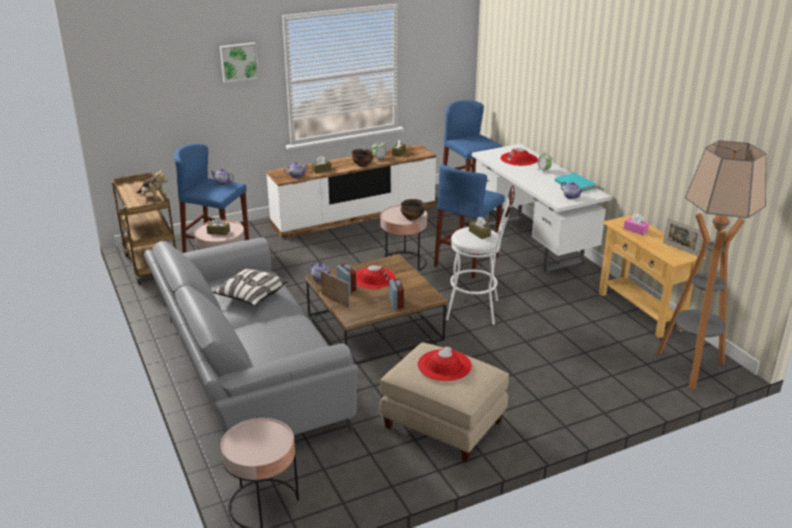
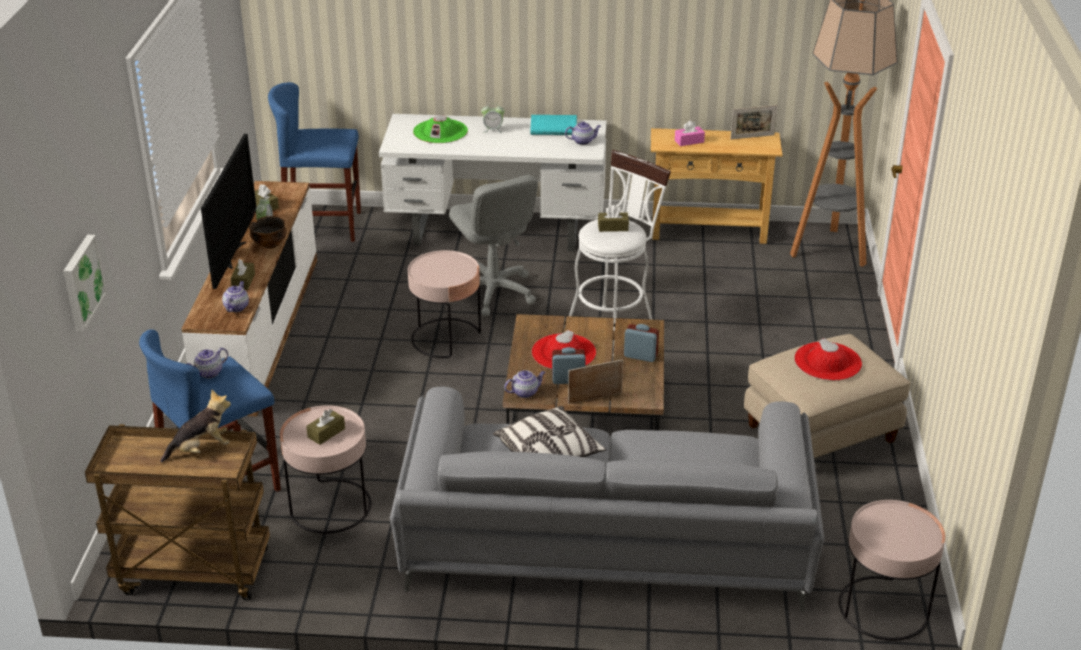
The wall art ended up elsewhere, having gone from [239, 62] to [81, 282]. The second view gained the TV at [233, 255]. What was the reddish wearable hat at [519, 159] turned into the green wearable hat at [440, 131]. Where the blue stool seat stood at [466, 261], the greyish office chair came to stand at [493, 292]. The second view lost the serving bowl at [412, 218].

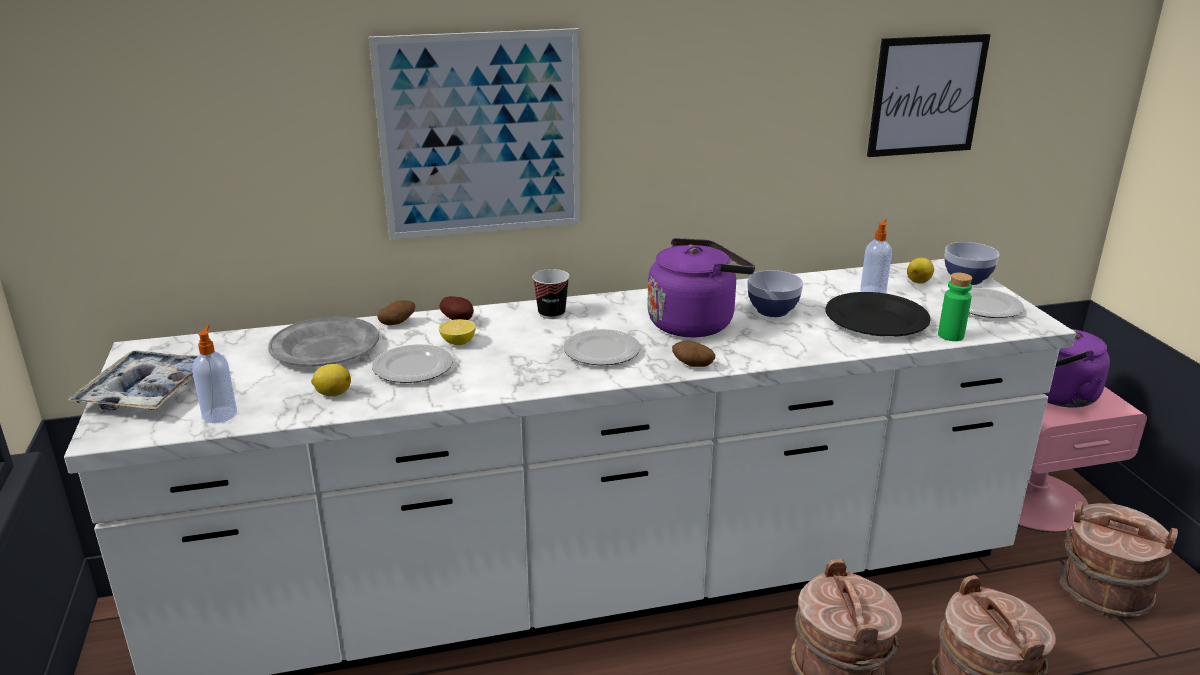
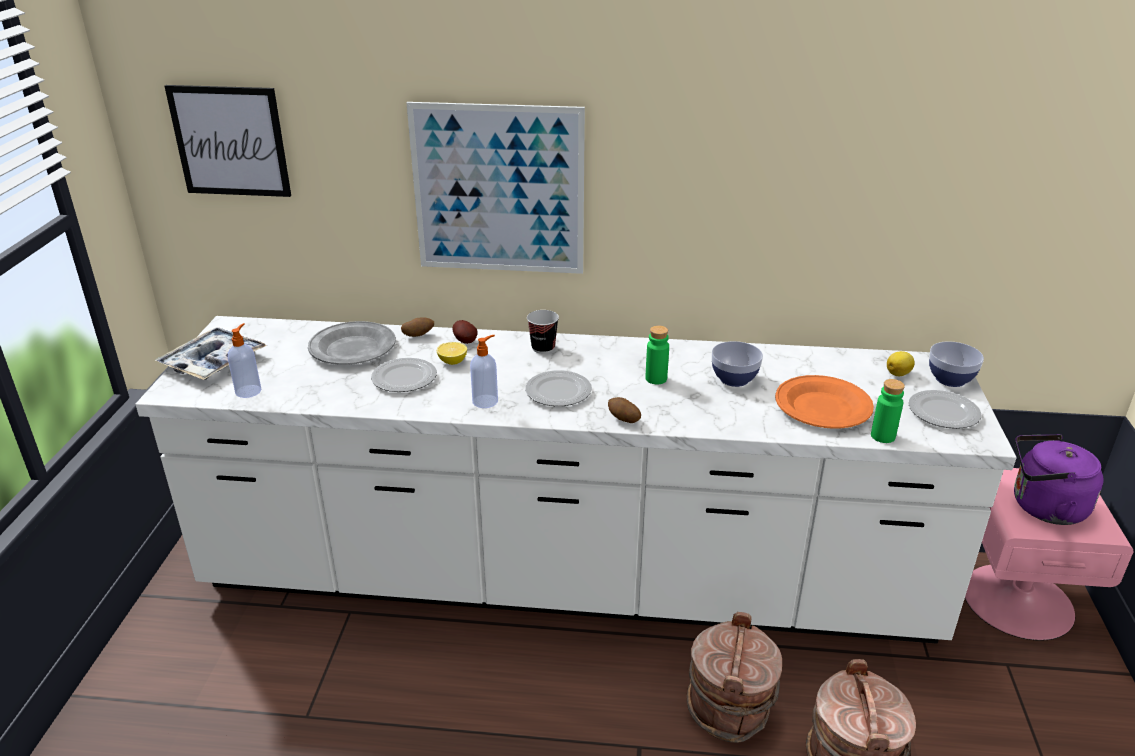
The wall art ended up elsewhere, having gone from [926, 95] to [230, 141]. The soap bottle ended up elsewhere, having gone from [873, 291] to [486, 401]. Where the purplish kettle stood at [694, 322], the green bottle came to stand at [656, 379]. What was the black plate at [876, 321] turned into the orangey plate at [823, 407]. The second view lost the whole lemon at [332, 394]. The second view lost the brown-coloured pail at [1104, 594].

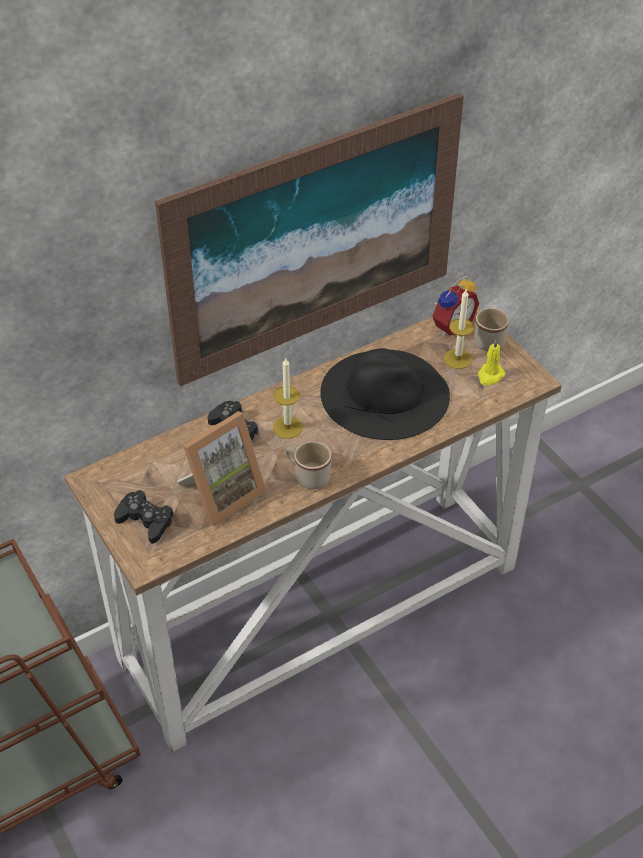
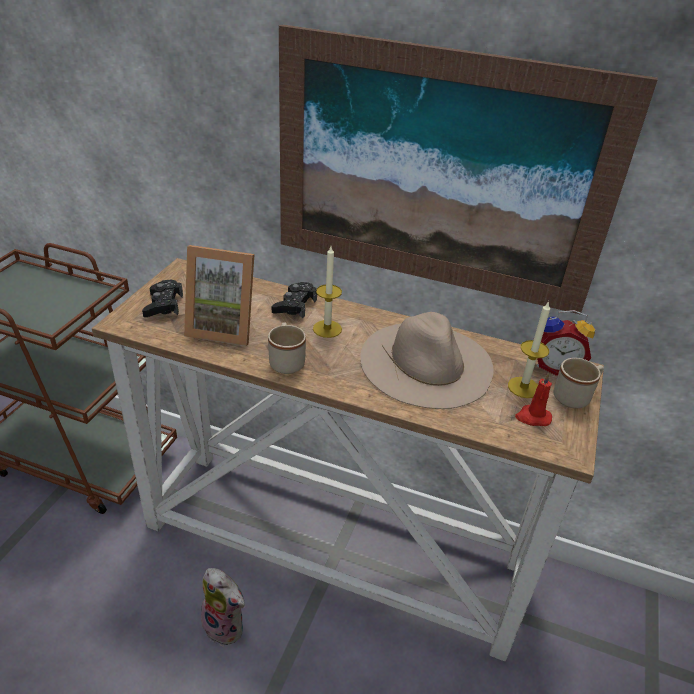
The second view gained the plush toy at [226, 625]. What was the black wearable hat at [385, 393] turned into the sand-coloured wearable hat at [426, 363]. What was the yellow candle at [490, 376] turned into the reddish candle at [532, 417].

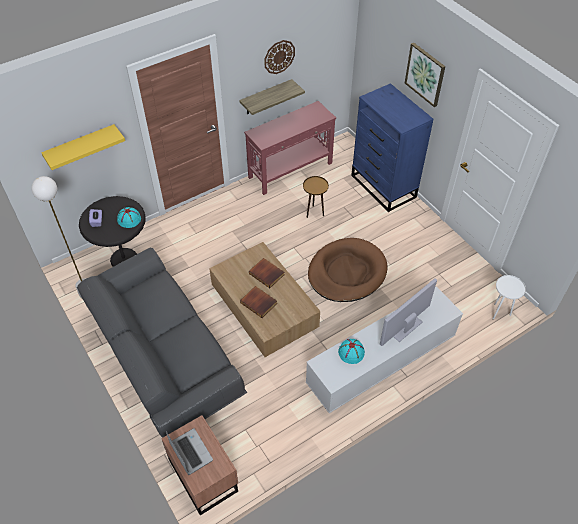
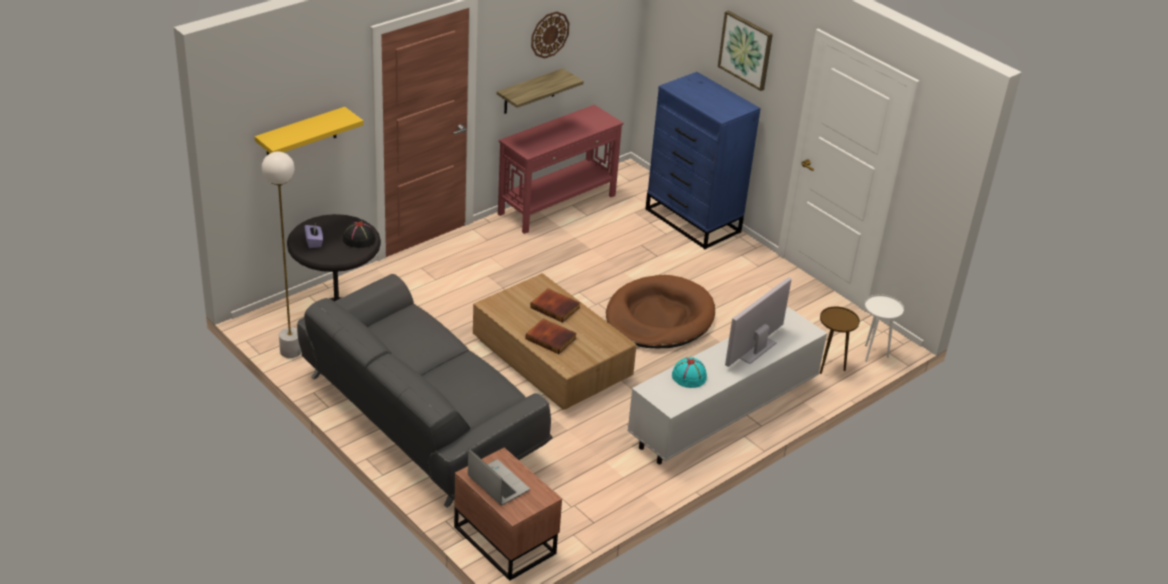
What was the turquoise-coloured wearable hat at [129, 219] turned into the black wearable hat at [359, 239]. The brown-coloured end table ended up elsewhere, having gone from [314, 213] to [829, 367].

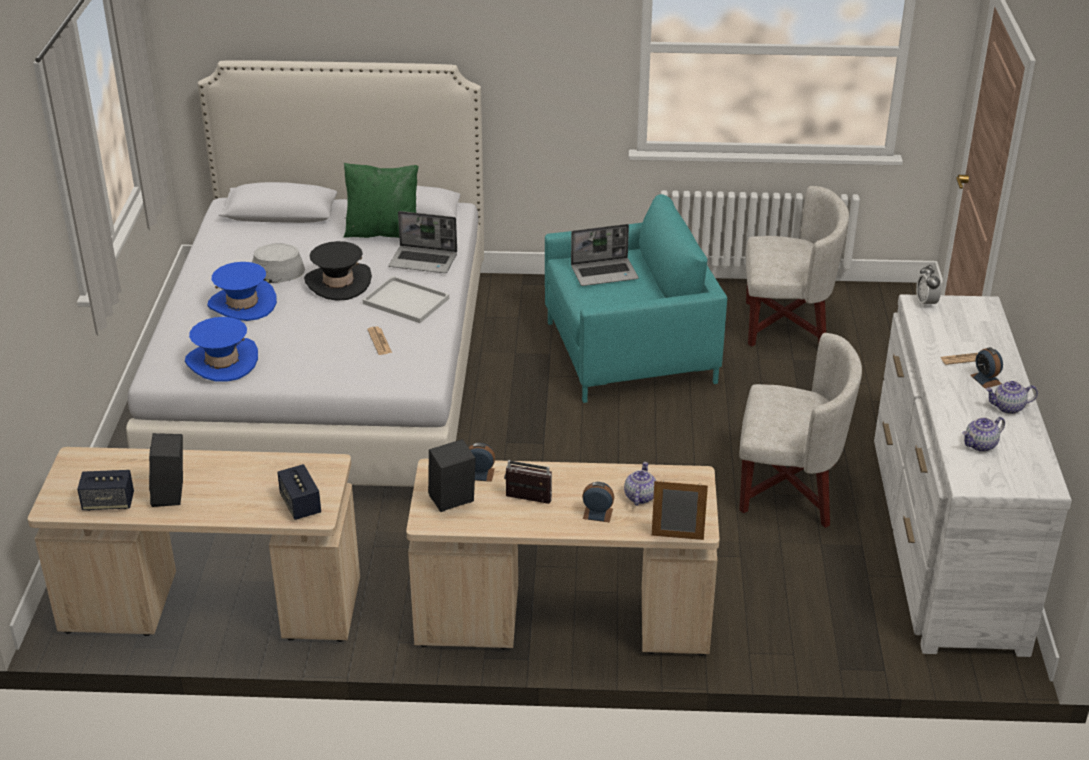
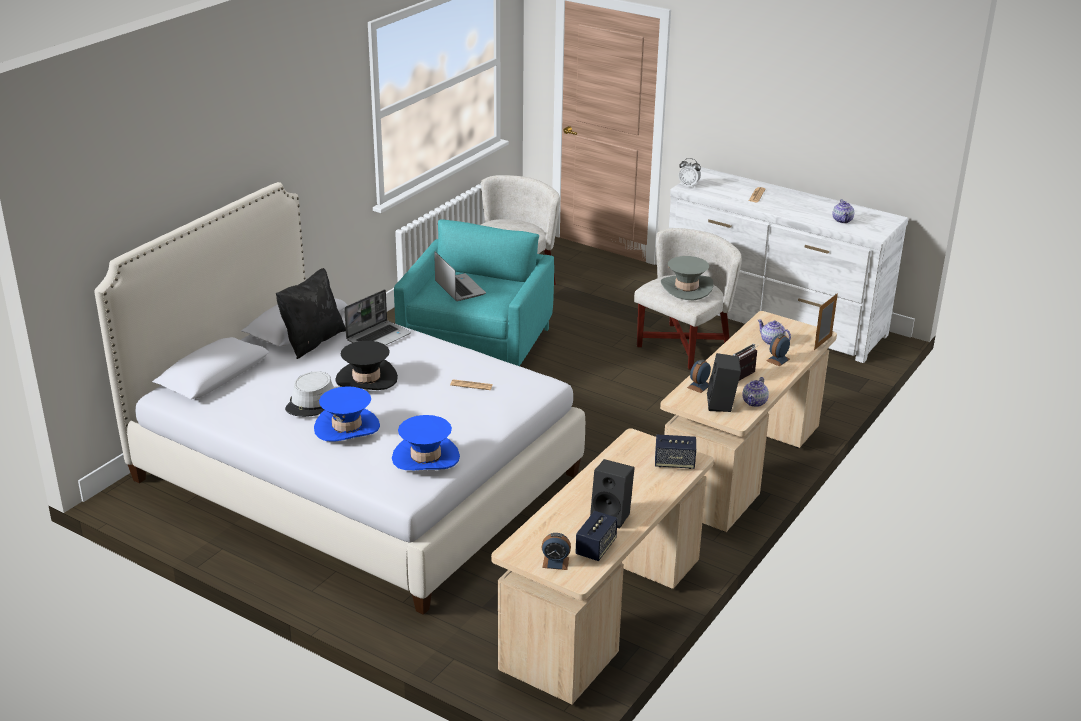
What was the green cushion at [383, 232] turned into the black cushion at [312, 341]. The portable computer at [605, 273] ended up facing another way, 45 degrees counterclockwise from before. The alarm clock ended up elsewhere, having gone from [985, 379] to [555, 562]. The second view gained the greyish wearable hat at [686, 288]. The pot for tea ended up elsewhere, having gone from [1008, 407] to [754, 402]. The second view lost the white tray at [407, 301].

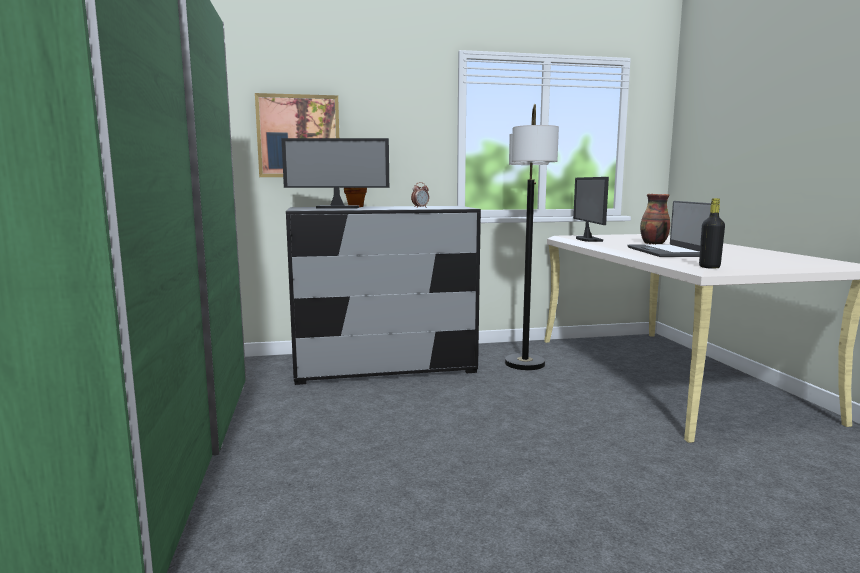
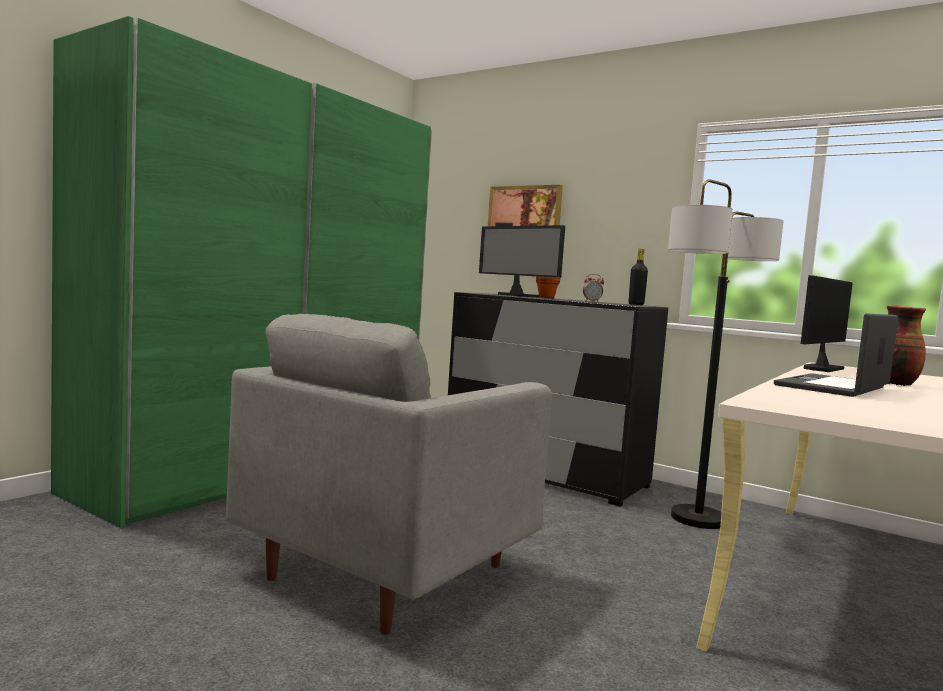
The second view gained the greyish easy chair at [385, 572]. The black bottle ended up elsewhere, having gone from [709, 267] to [636, 304].

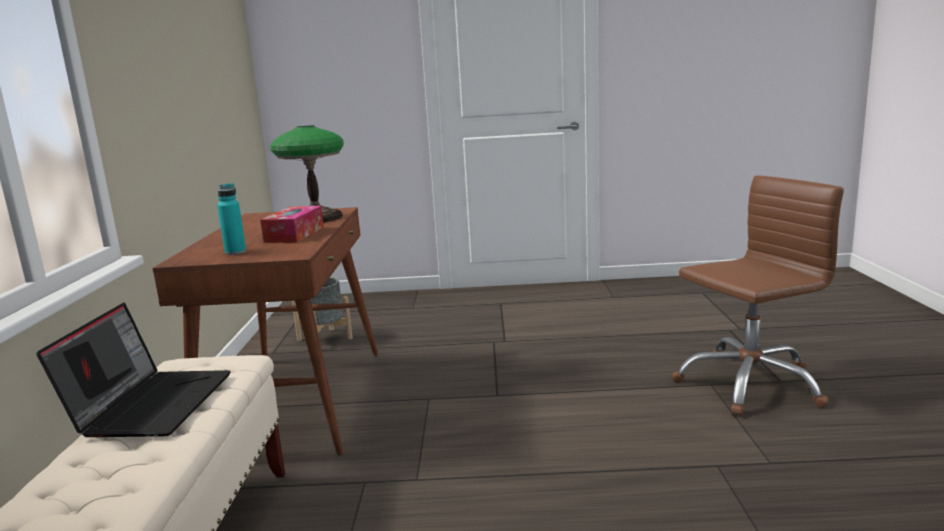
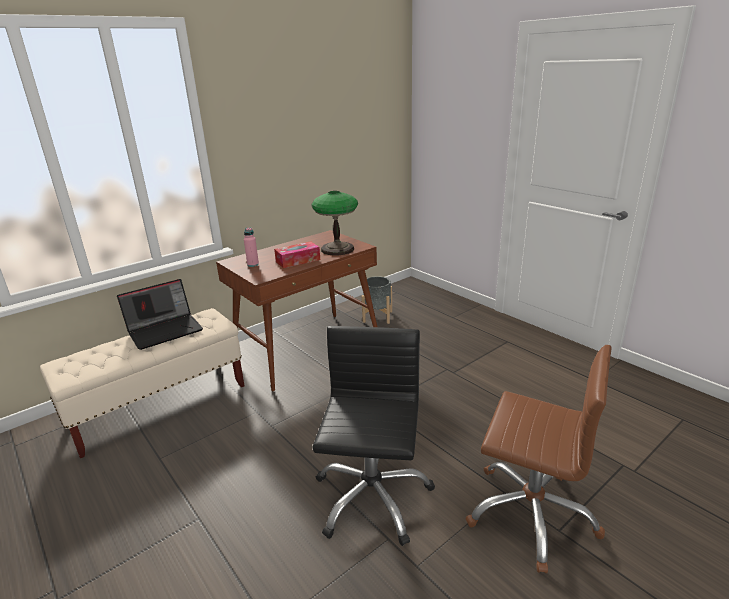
What was the turquoise-coloured bottle at [235, 252] turned into the pink-coloured bottle at [253, 264]. The second view gained the black office chair at [371, 497].

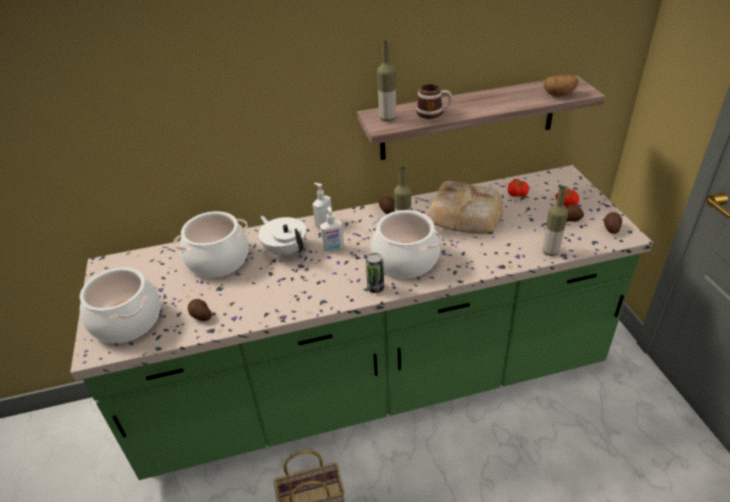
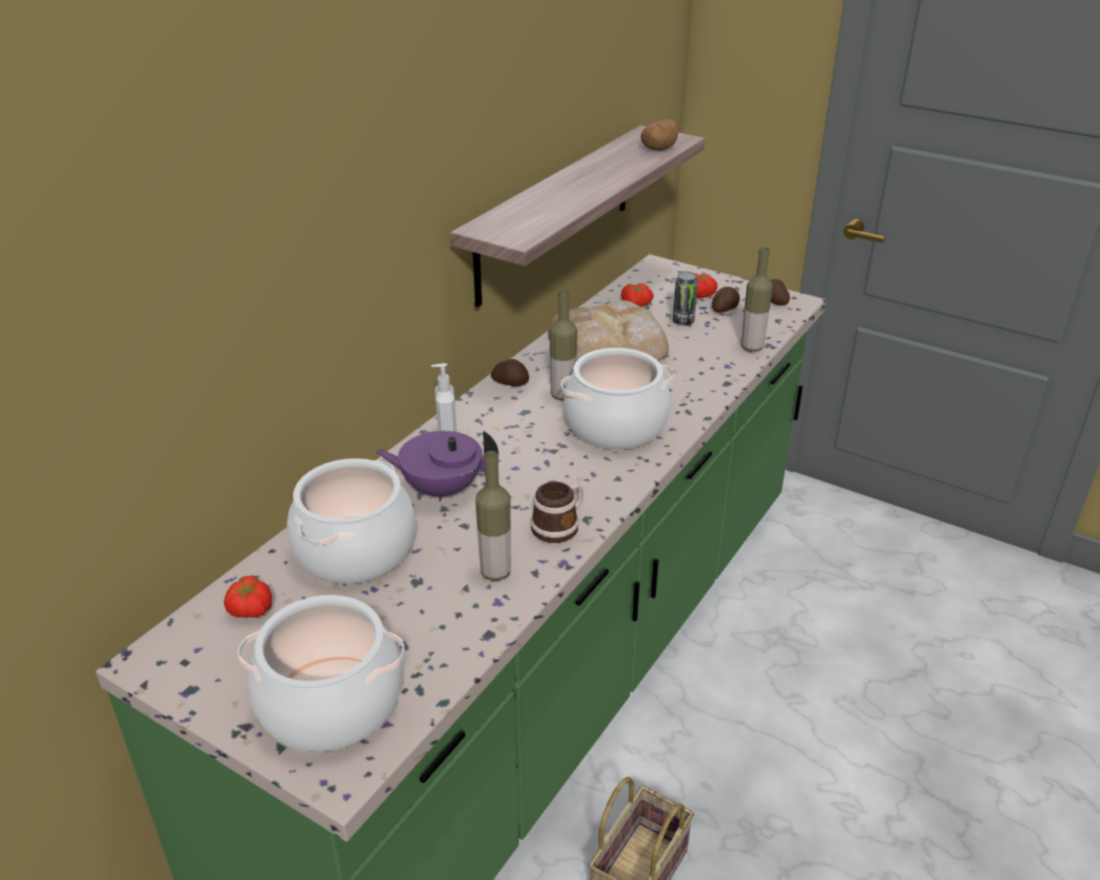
The second view gained the tomato at [250, 610]. What was the white pot for tea at [285, 250] turned into the purplish pot for tea at [441, 488]. The bottle ended up elsewhere, having gone from [387, 118] to [495, 572]. The coffee mug ended up elsewhere, having gone from [433, 113] to [560, 525]. The sealed can ended up elsewhere, having gone from [375, 288] to [683, 321]. The second view lost the spud at [200, 316]. The second view lost the soap bottle at [333, 248].

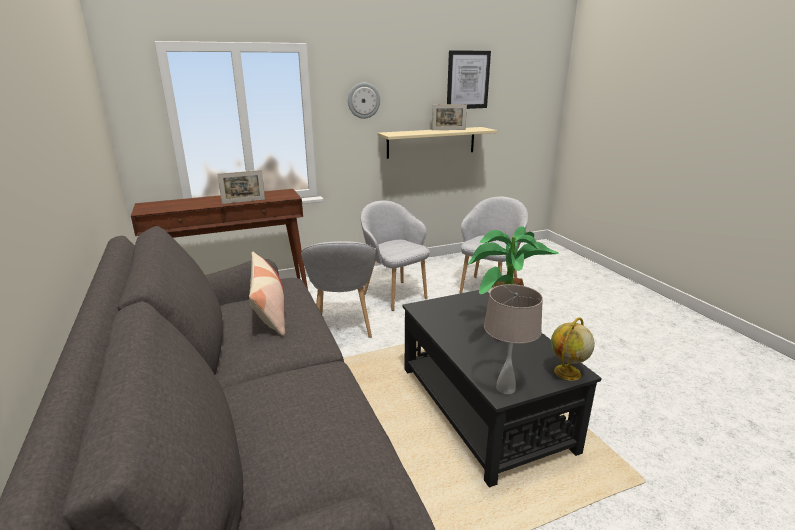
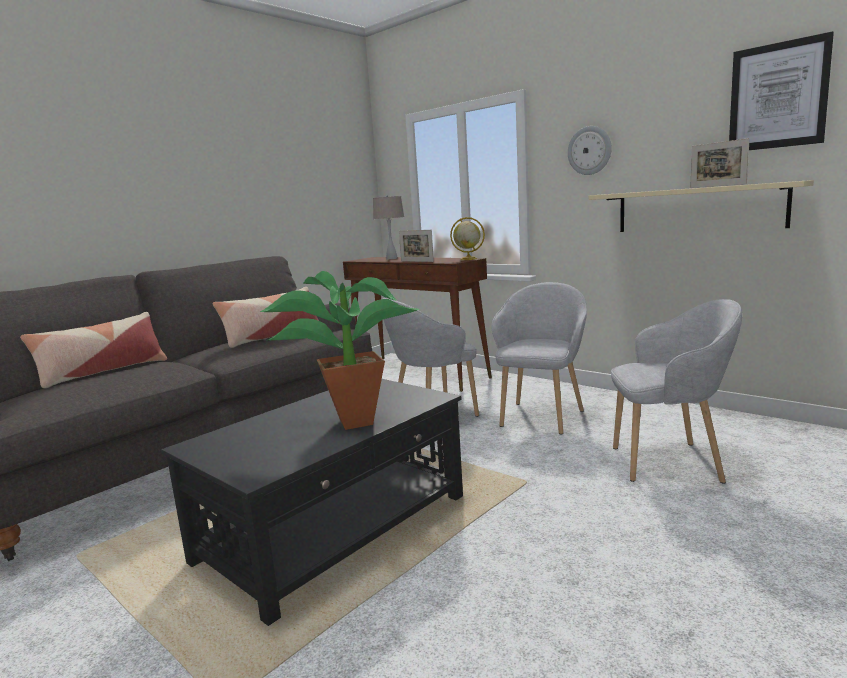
The second view gained the cushion at [103, 372]. The sand-coloured table lamp ended up elsewhere, having gone from [505, 388] to [391, 258]. The globe ended up elsewhere, having gone from [567, 373] to [468, 259].

